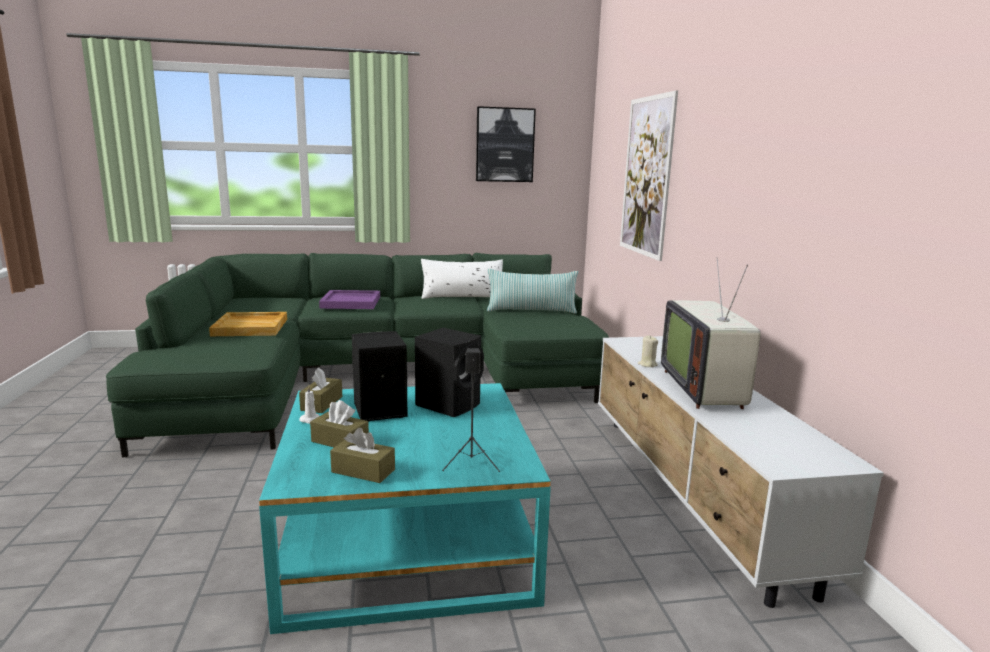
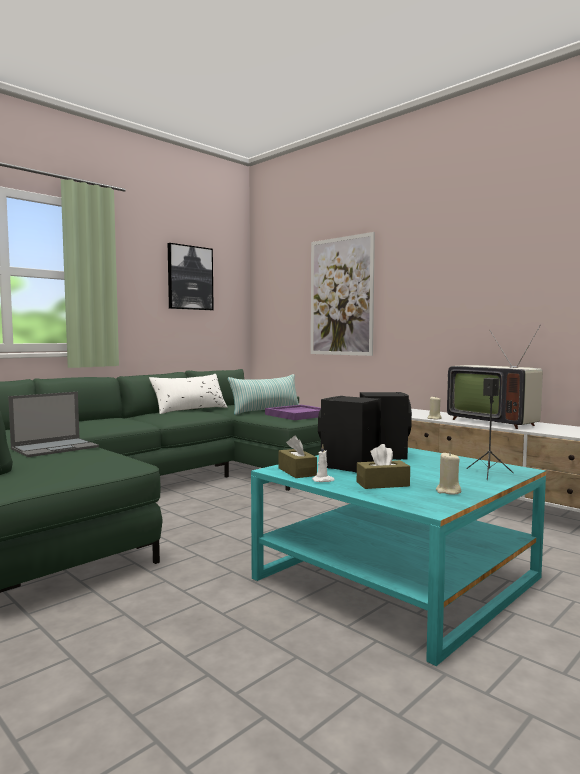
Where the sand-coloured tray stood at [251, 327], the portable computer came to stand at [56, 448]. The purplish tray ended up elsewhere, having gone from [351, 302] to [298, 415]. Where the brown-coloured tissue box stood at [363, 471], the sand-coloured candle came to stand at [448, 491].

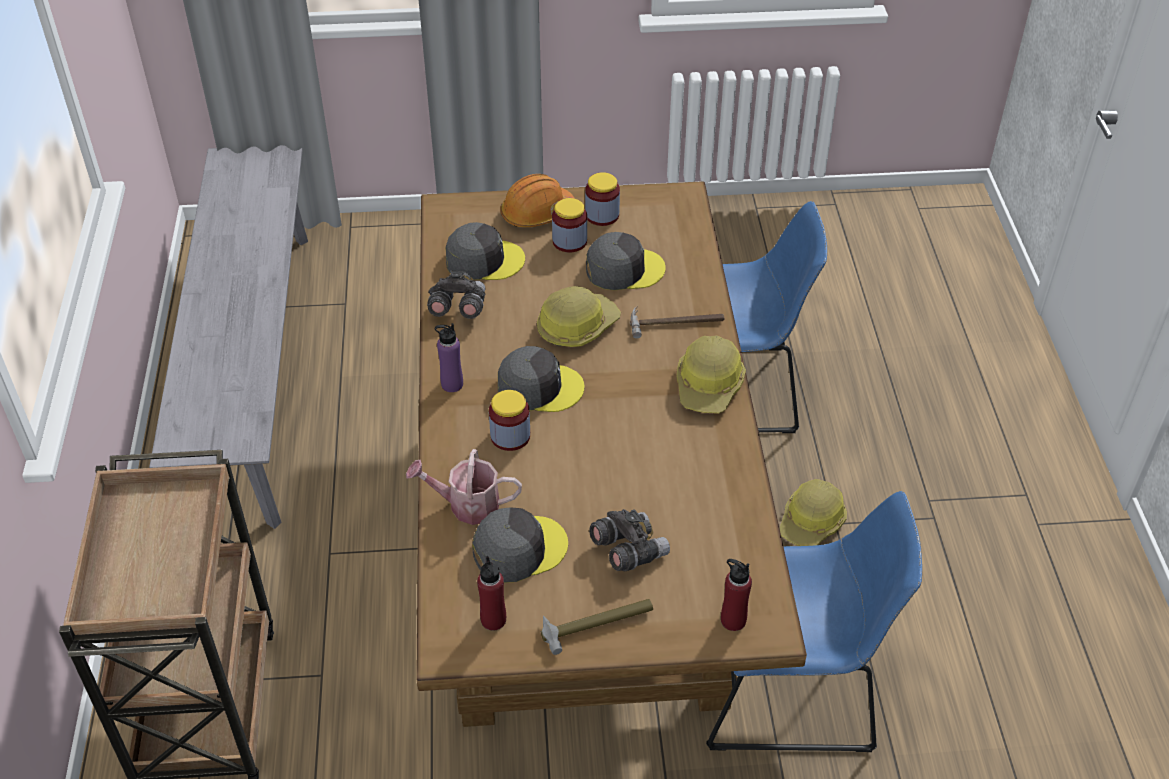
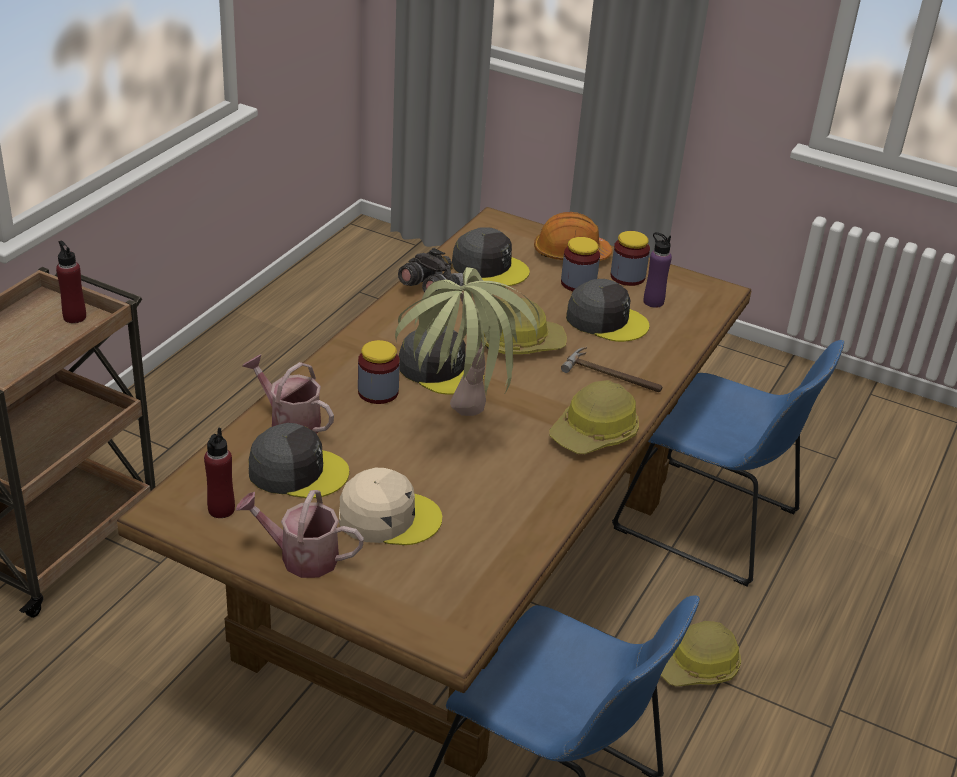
The reddish bottle ended up elsewhere, having gone from [733, 620] to [74, 317]. Where the hammer stood at [597, 625], the sprinkling can came to stand at [301, 556]. Where the greyish binoculars stood at [628, 550], the sand-coloured peaked cap came to stand at [388, 517]. The second view gained the potted plant at [458, 434]. The purplish bottle ended up elsewhere, having gone from [452, 384] to [653, 302]. The second view lost the greyish long seat at [254, 370].

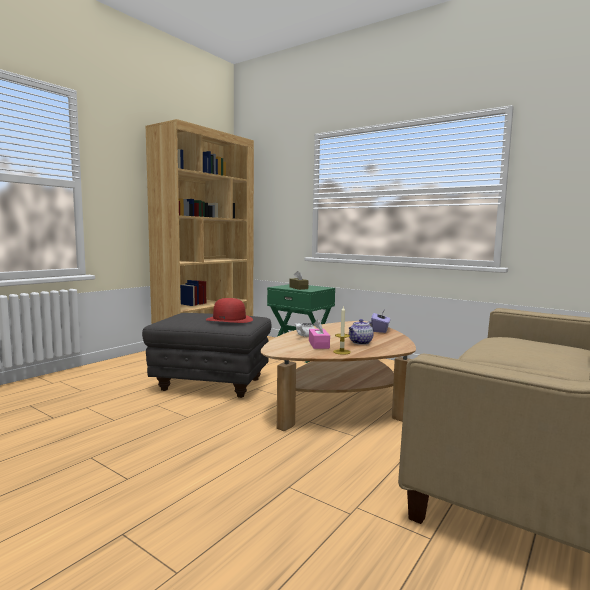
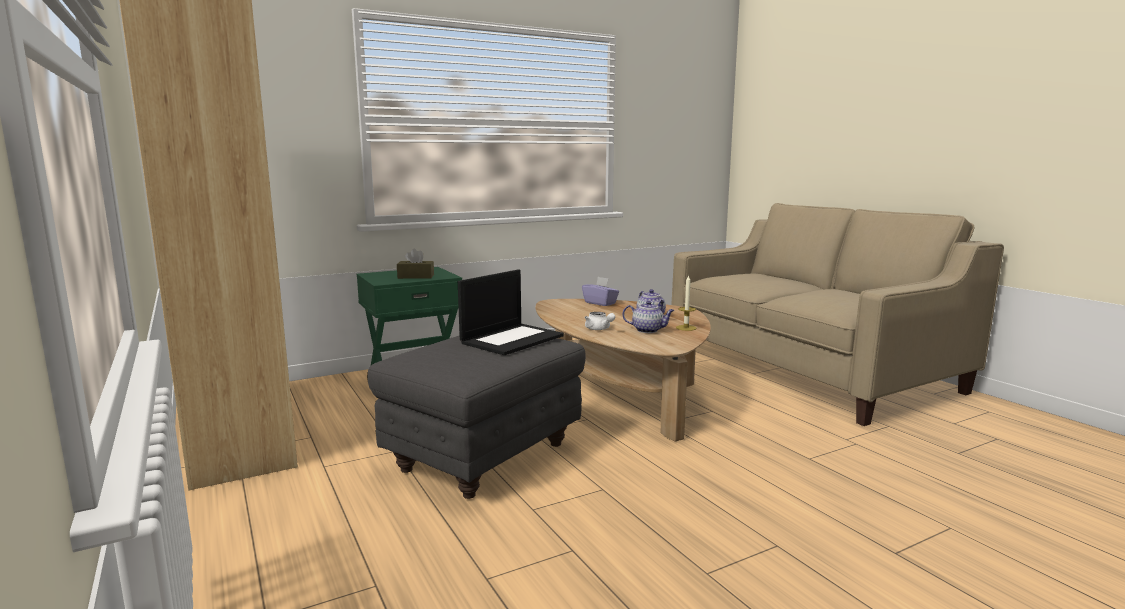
Where the reddish wearable hat stood at [229, 319], the portable computer came to stand at [512, 339]. Where the pink-coloured tissue box stood at [318, 344], the pot for tea came to stand at [648, 330].

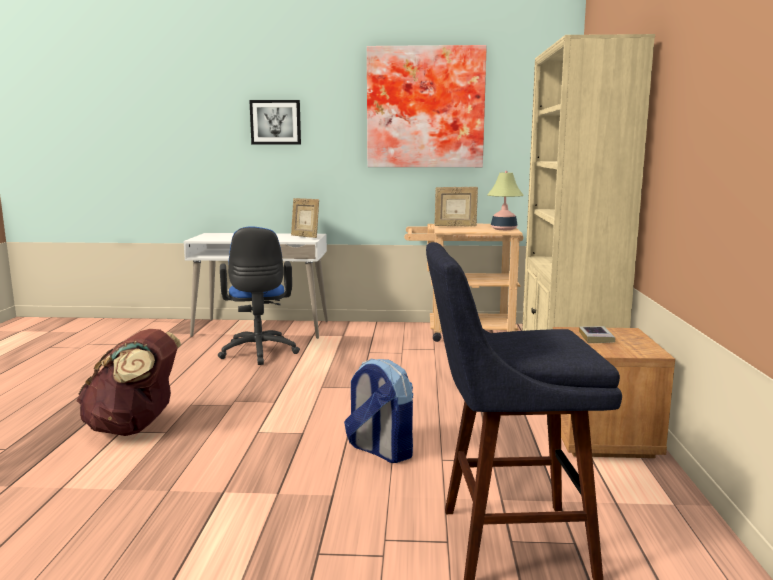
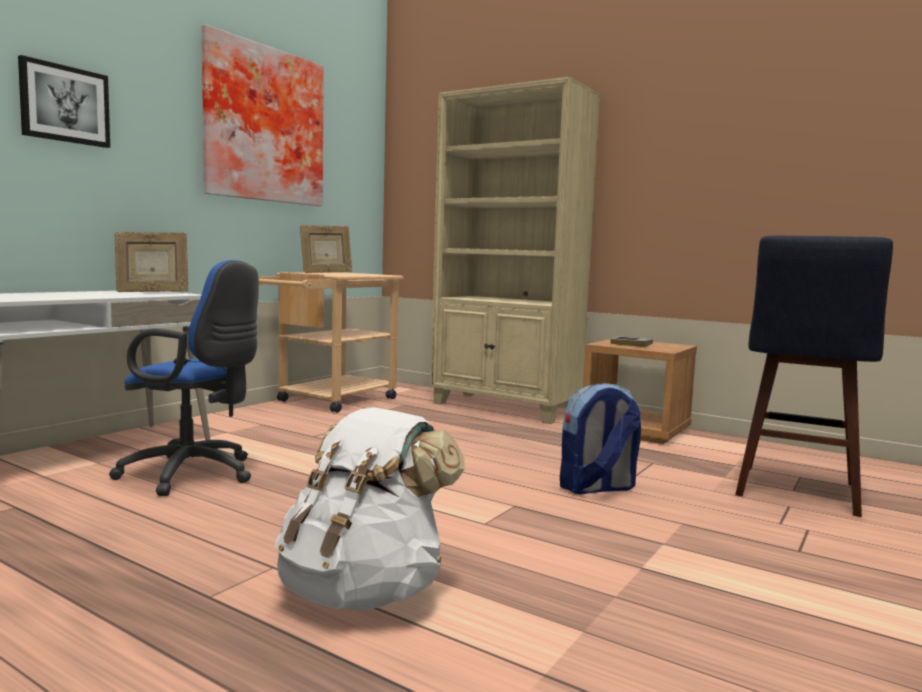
What was the brown-coloured rucksack at [134, 428] turned into the white rucksack at [364, 591]. The second view lost the table lamp at [504, 229].

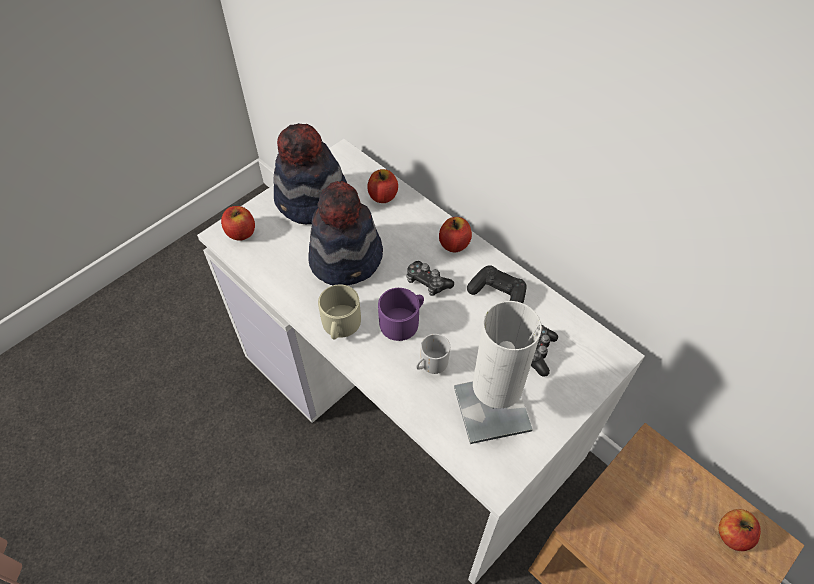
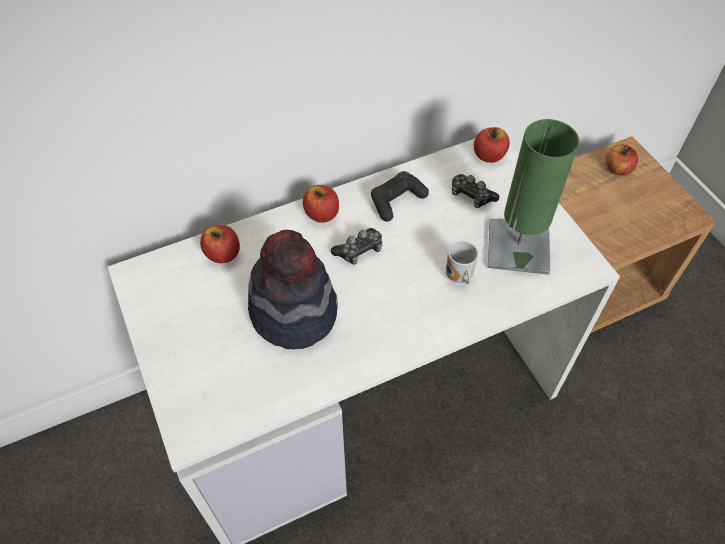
The apple ended up elsewhere, having gone from [241, 233] to [489, 155]. What was the white table lamp at [492, 409] turned into the green table lamp at [518, 247]. The second view lost the wearable hat at [312, 202]. The second view lost the sand-coloured coffee mug at [340, 325]. The second view lost the purplish coffee mug at [403, 321].

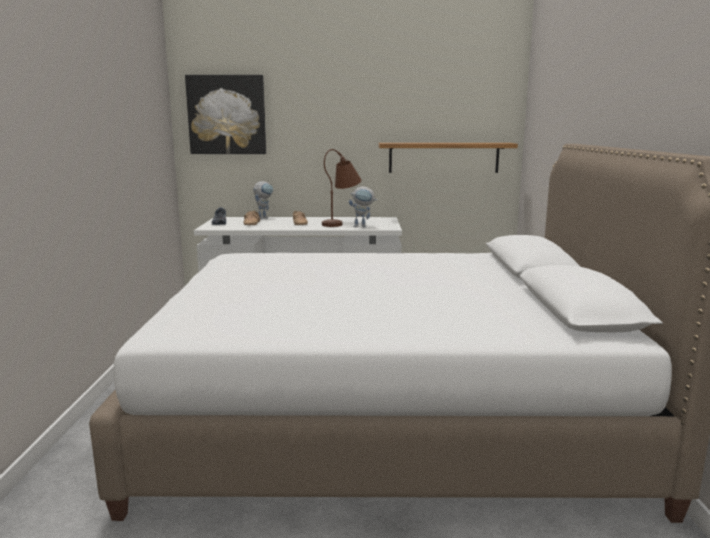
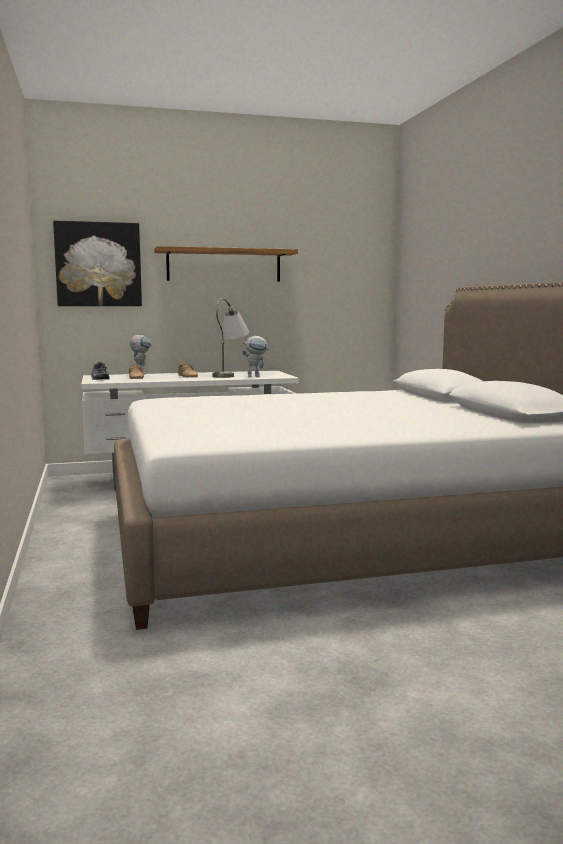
The wall shelf ended up elsewhere, having gone from [443, 157] to [224, 265]. What was the brown-coloured table lamp at [342, 223] turned into the greyish table lamp at [231, 375].

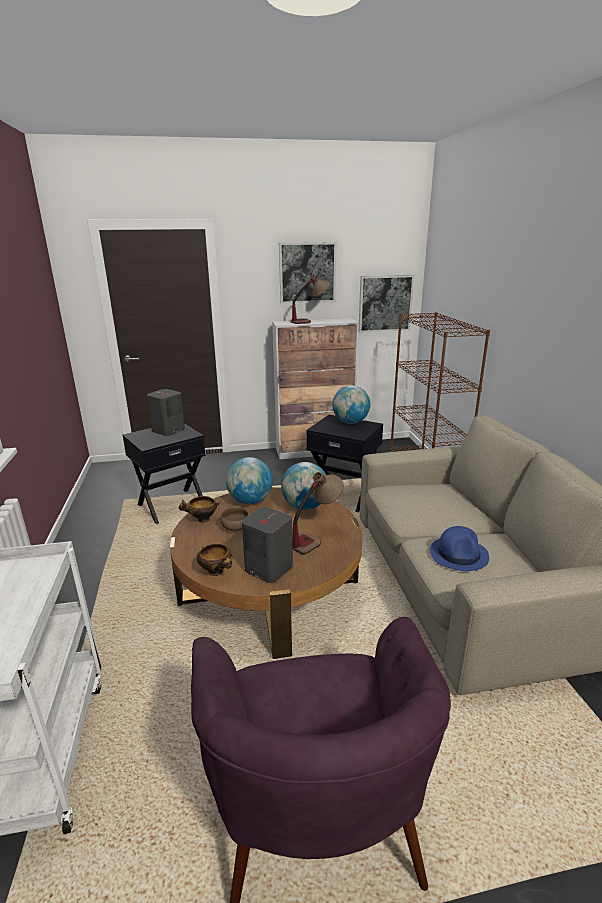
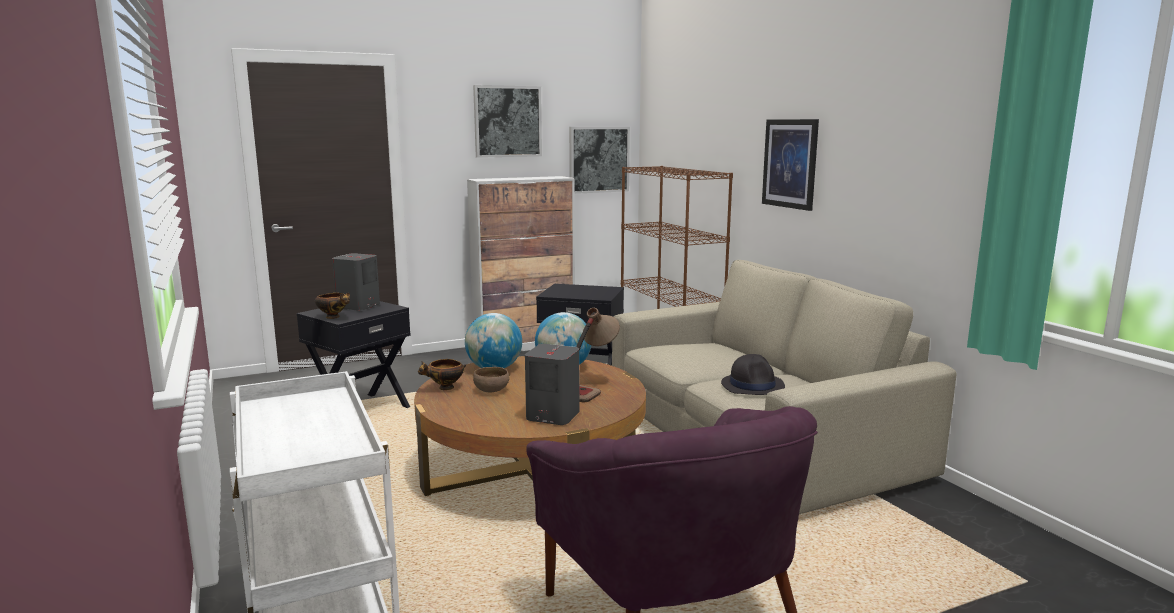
The serving bowl ended up elsewhere, having gone from [217, 572] to [334, 317]. What was the blue wearable hat at [459, 554] turned into the black wearable hat at [752, 385]. The second view gained the wall art at [790, 163]. The second view lost the table lamp at [310, 321]. The second view lost the globe at [350, 422].

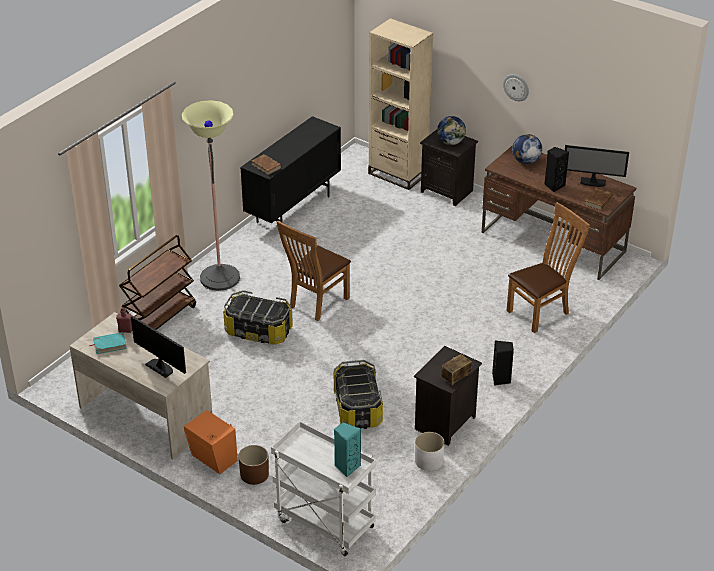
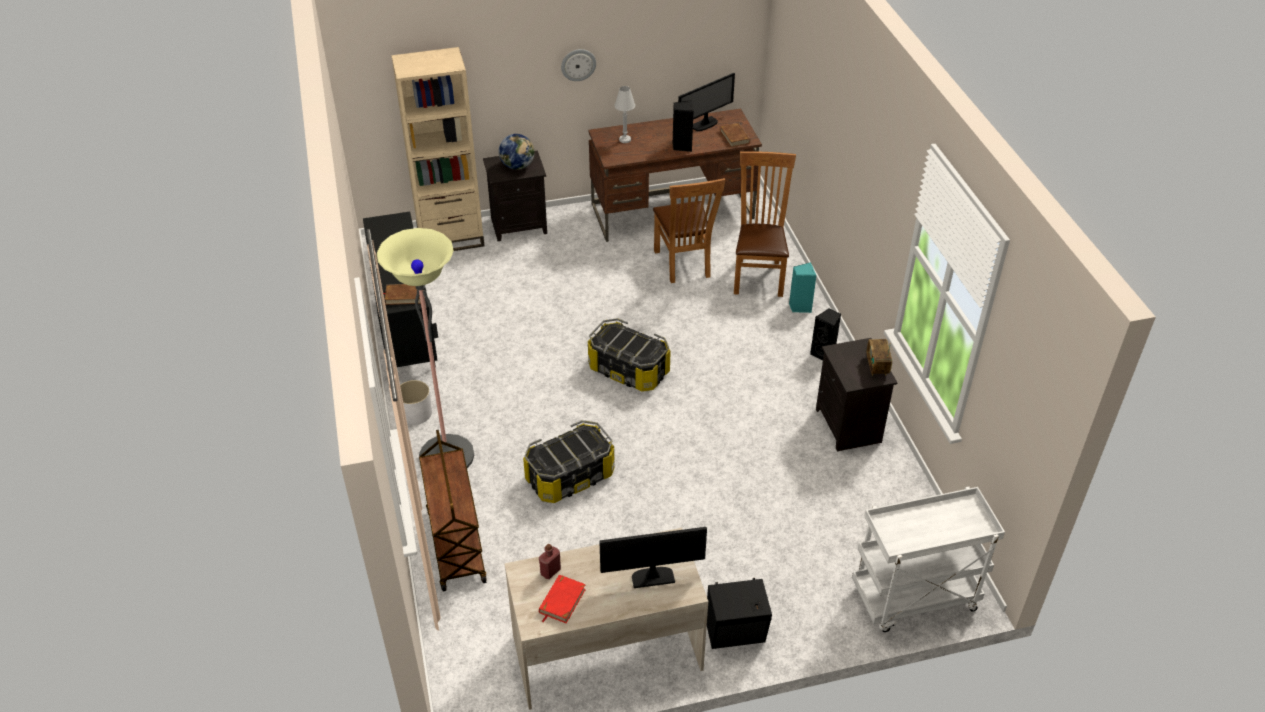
The white flower pot ended up elsewhere, having gone from [429, 461] to [416, 413]. What was the turquoise-coloured book at [109, 345] turned into the reddish book at [562, 601]. The storage container ended up elsewhere, having gone from [358, 408] to [629, 370]. Where the globe stood at [525, 161], the white table lamp came to stand at [625, 140]. The brown-coloured plain chair ended up elsewhere, having gone from [316, 303] to [684, 266]. What was the orangey speaker at [213, 459] turned into the black speaker at [737, 634]. The turquoise-coloured speaker ended up elsewhere, having gone from [346, 466] to [799, 307]. The second view lost the brown-coloured flower pot at [254, 474].

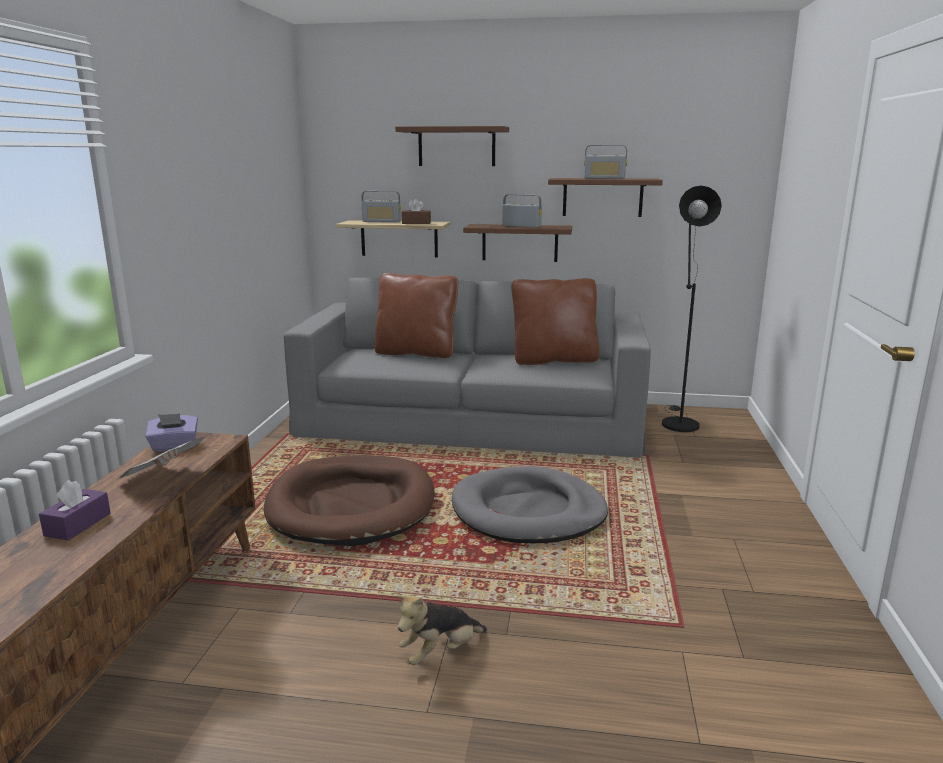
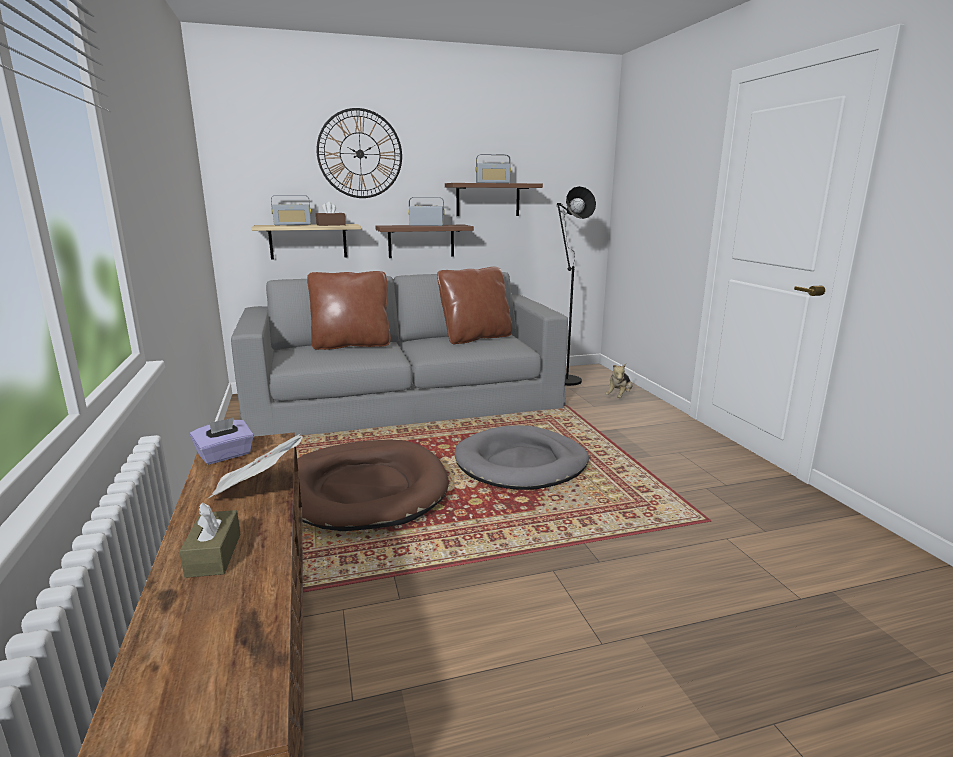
What was the purplish tissue box at [78, 524] turned into the brown-coloured tissue box at [214, 555]. Where the brown-coloured wall shelf hung at [456, 147], the clock on the wall came to hang at [360, 154]. The plush toy ended up elsewhere, having gone from [440, 652] to [619, 397].

